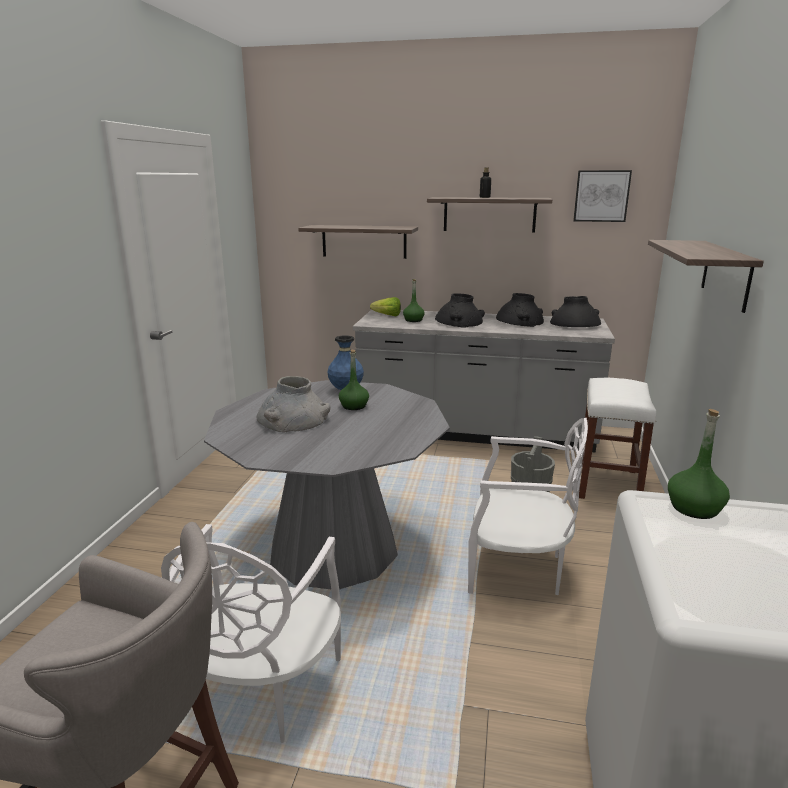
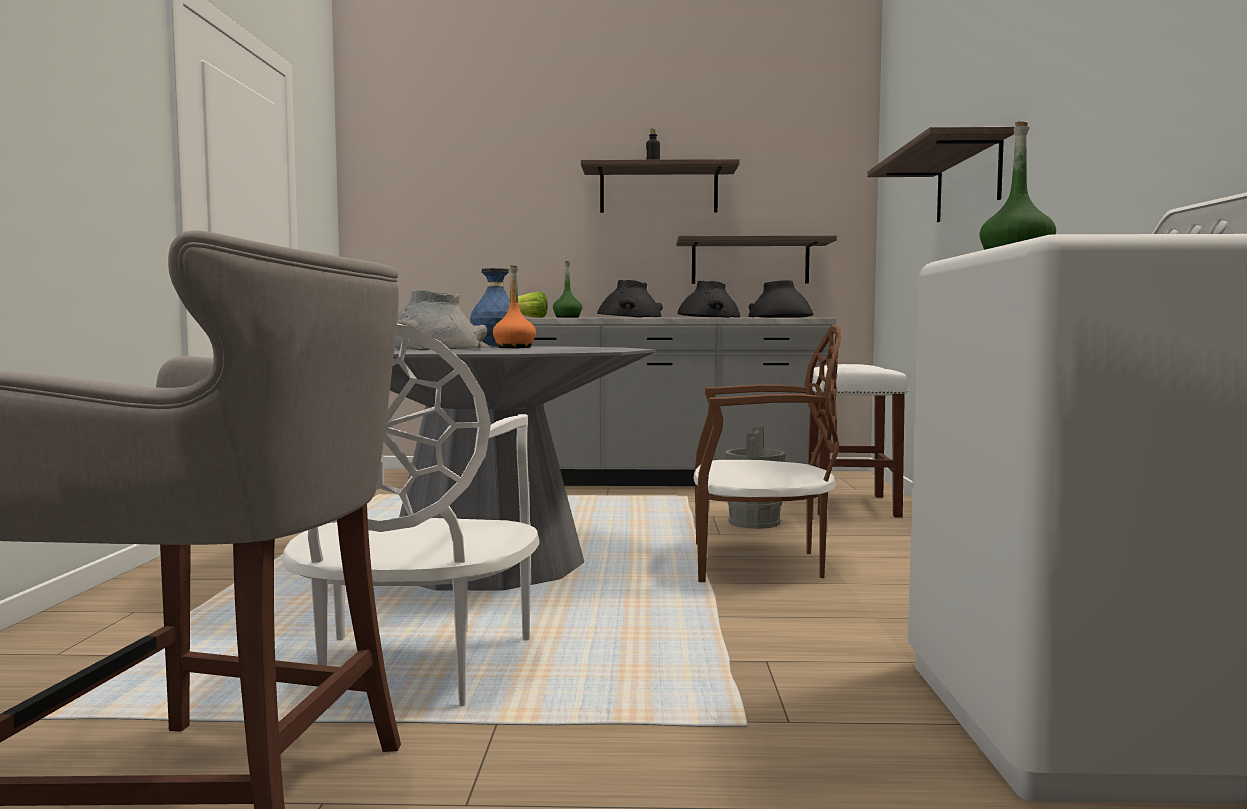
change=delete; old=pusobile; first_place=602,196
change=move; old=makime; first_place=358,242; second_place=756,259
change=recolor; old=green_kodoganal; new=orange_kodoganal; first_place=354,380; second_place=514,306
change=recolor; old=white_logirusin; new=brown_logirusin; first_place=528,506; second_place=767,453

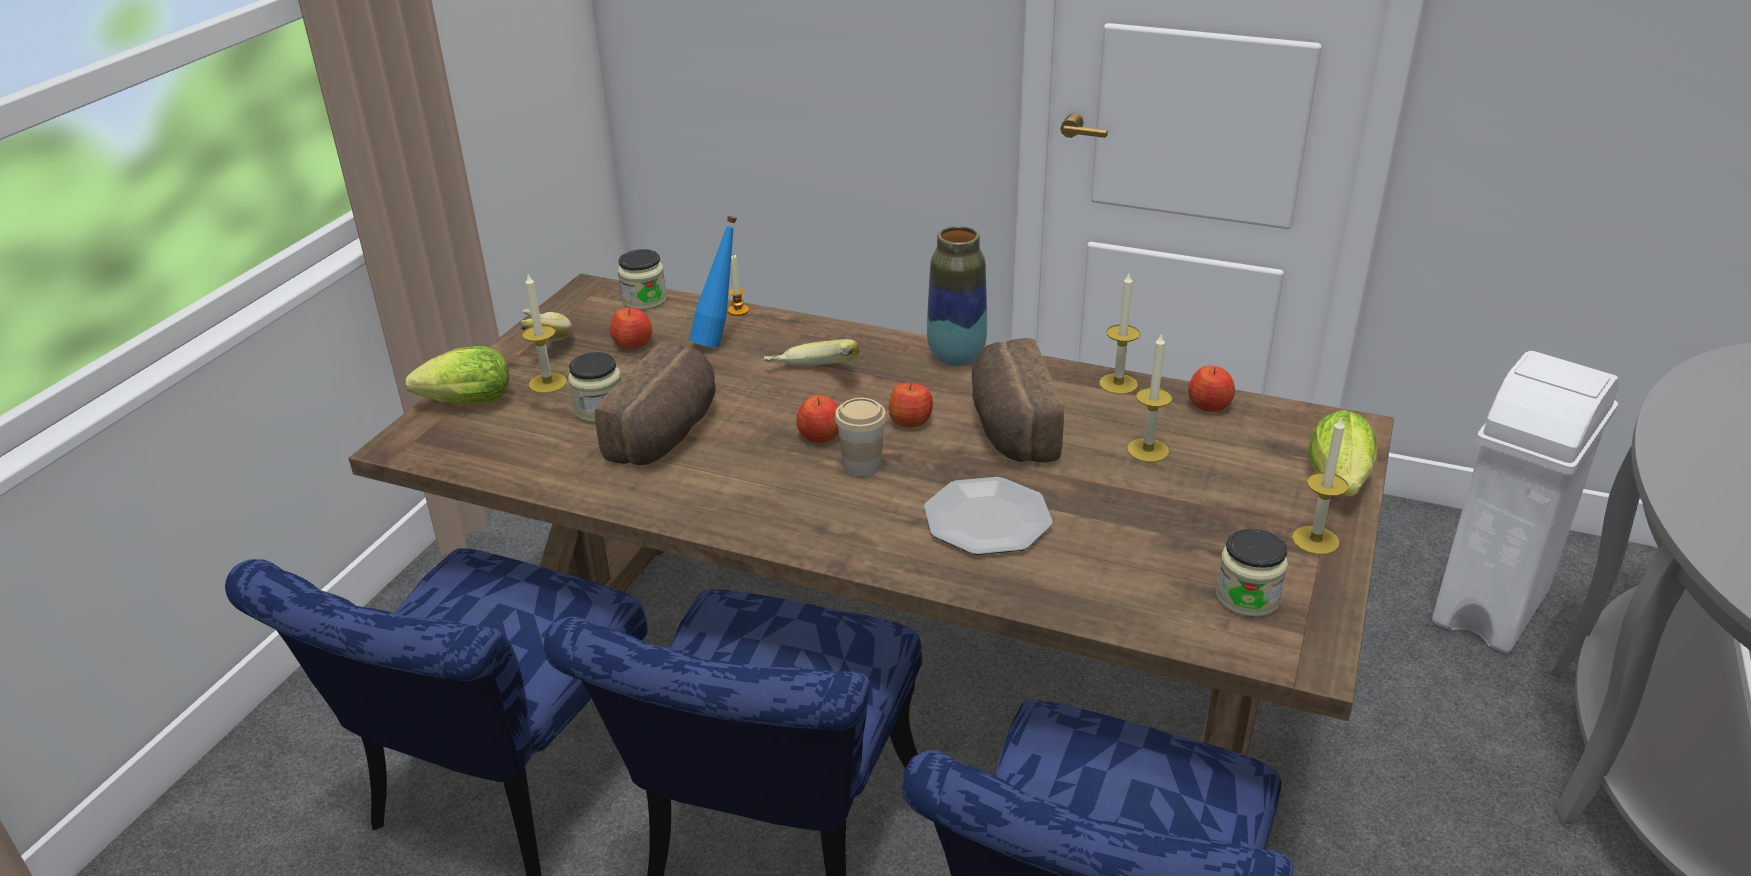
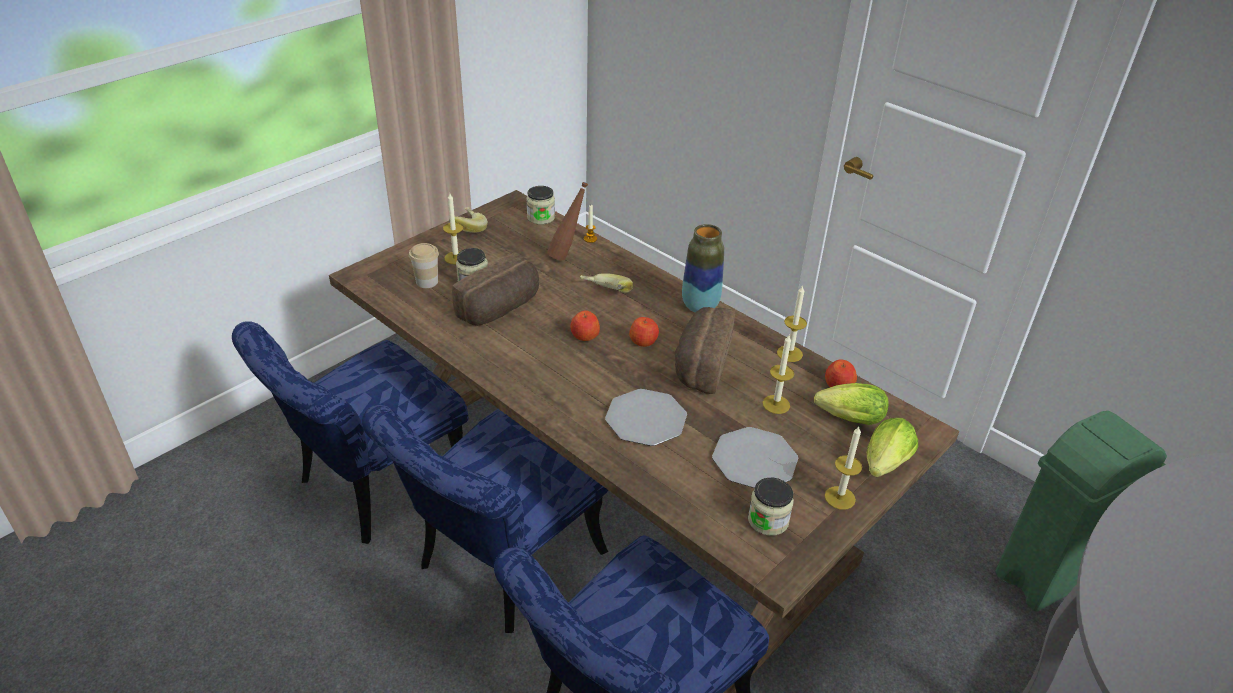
change=recolor; old=blue_kodoganal; new=brown_kodoganal; first_place=713,281; second_place=567,221
change=delete; old=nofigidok; first_place=631,328
change=move; old=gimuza; first_place=457,375; second_place=851,404
change=recolor; old=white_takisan; new=green_takisan; first_place=1525,502; second_place=1081,511
change=move; old=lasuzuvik; first_place=861,437; second_place=424,265
change=insert; new=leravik; second_place=755,457

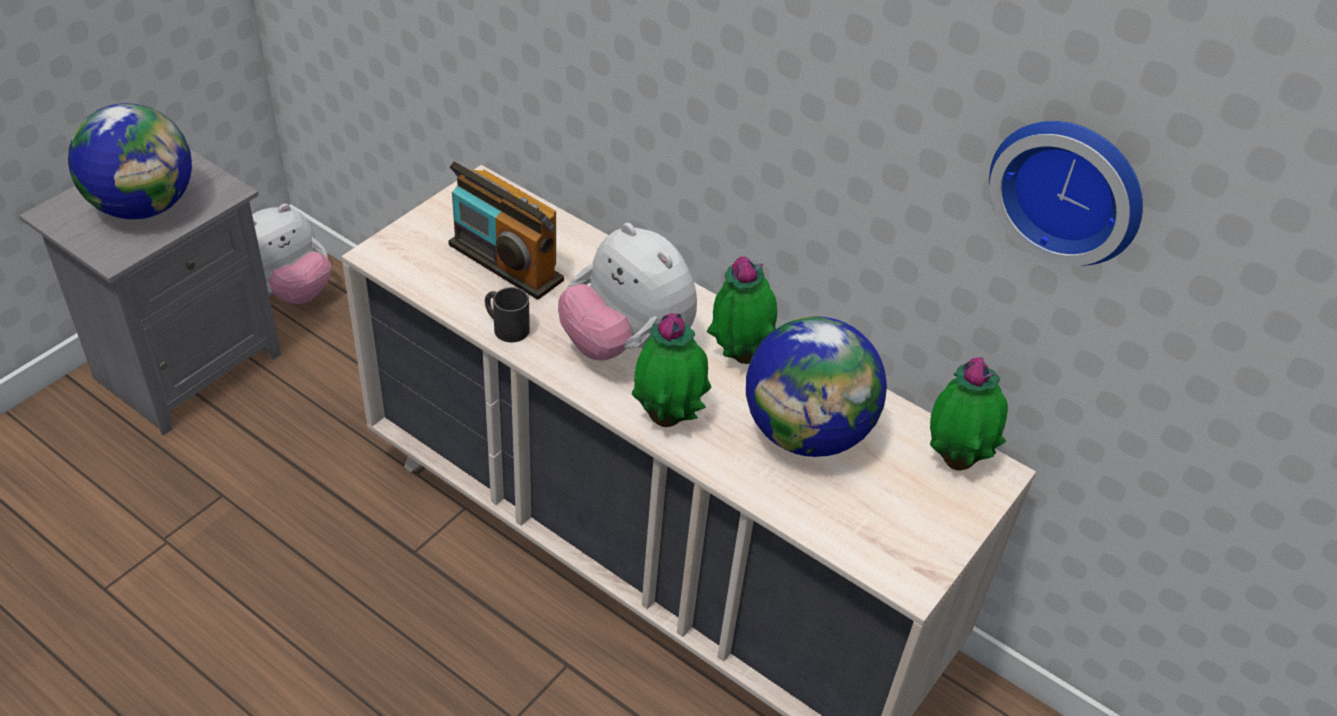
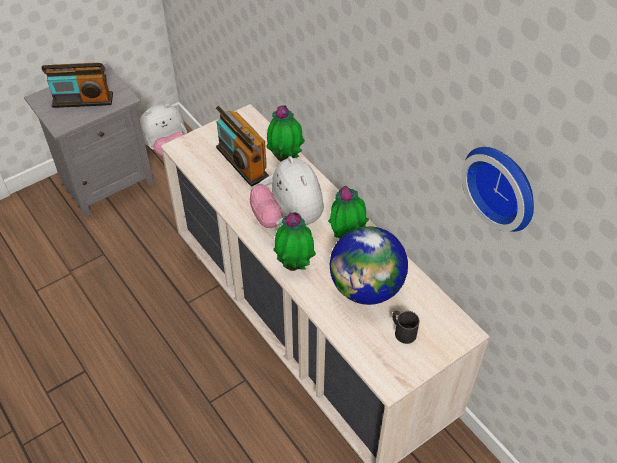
change=replace; old=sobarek; new=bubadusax; first_place=130,161; second_place=77,85
change=move; old=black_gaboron; first_place=507,315; second_place=406,327
change=move; old=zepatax; first_place=969,414; second_place=285,133

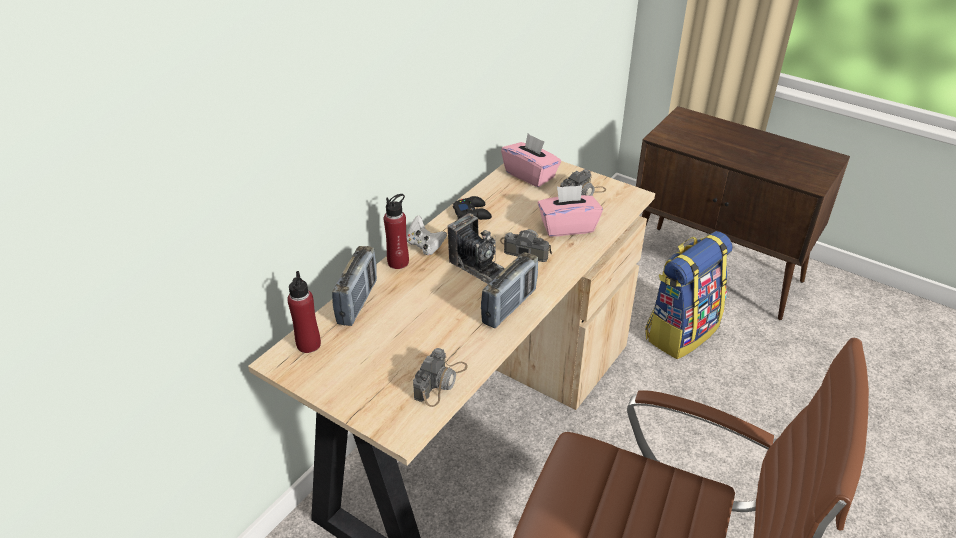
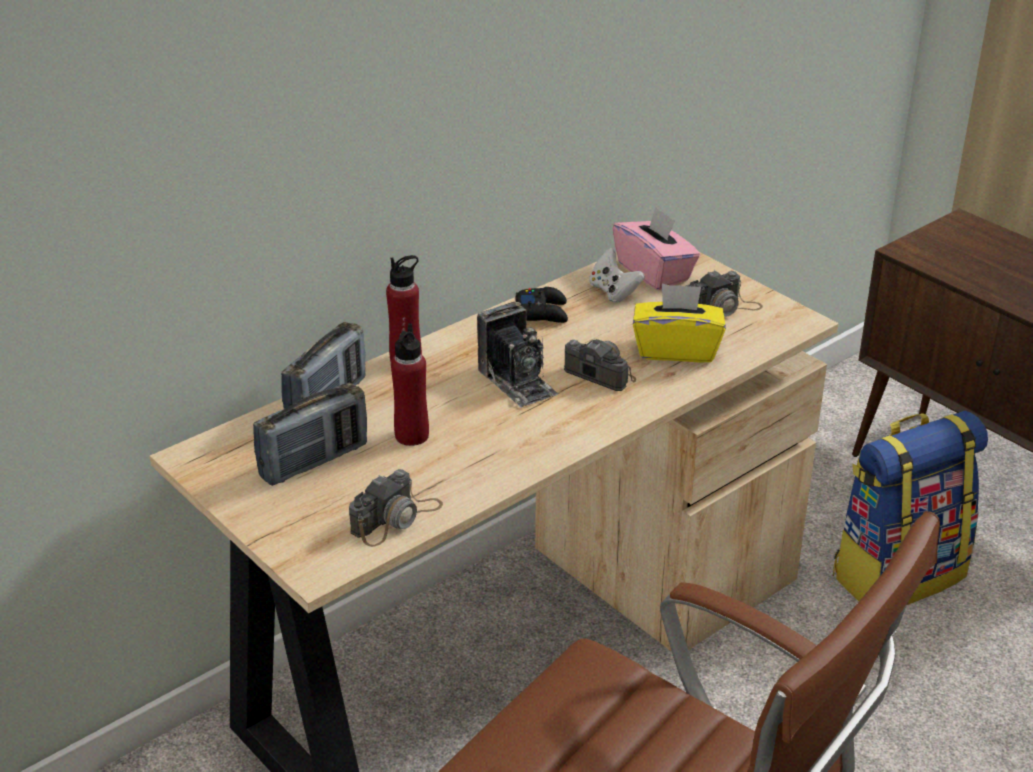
change=recolor; old=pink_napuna; new=yellow_napuna; first_place=570,211; second_place=679,323
change=move; old=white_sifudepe; first_place=427,235; second_place=616,275
change=move; old=bubadusax; first_place=509,290; second_place=310,434
change=move; old=red_kodoganal; first_place=304,312; second_place=410,384

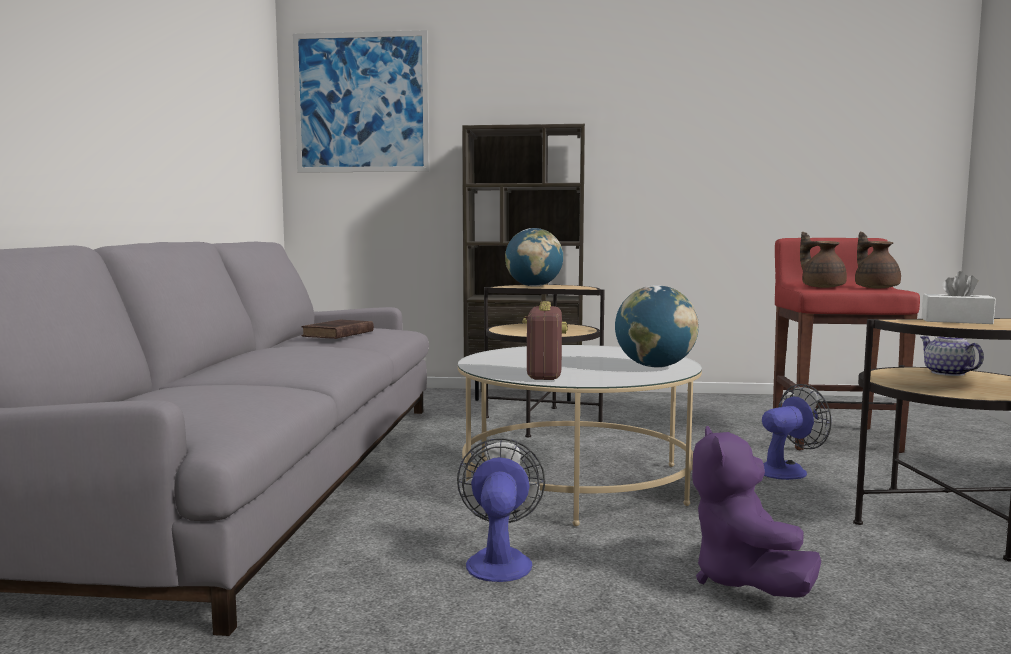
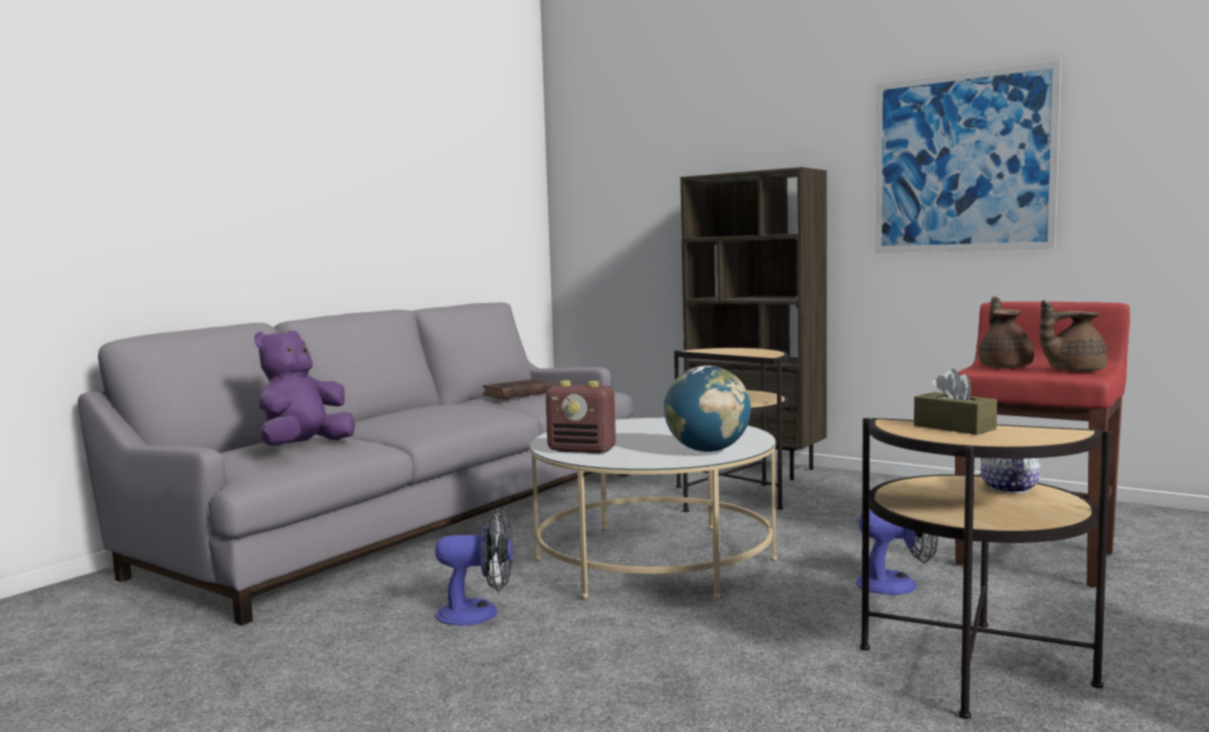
change=move; old=pusobile; first_place=361,101; second_place=968,156
change=delete; old=sobarek; first_place=534,257
change=rotate; old=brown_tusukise; first_place=878,260; second_place=1074,336; degrees=-120
change=recolor; old=white_napuna; new=brown_napuna; first_place=959,297; second_place=955,402
change=rotate; old=bubadusax; first_place=545,341; second_place=581,417; degrees=75
change=move; old=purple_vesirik; first_place=756,512; second_place=304,388
change=rotate; old=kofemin; first_place=501,510; second_place=474,567; degrees=60

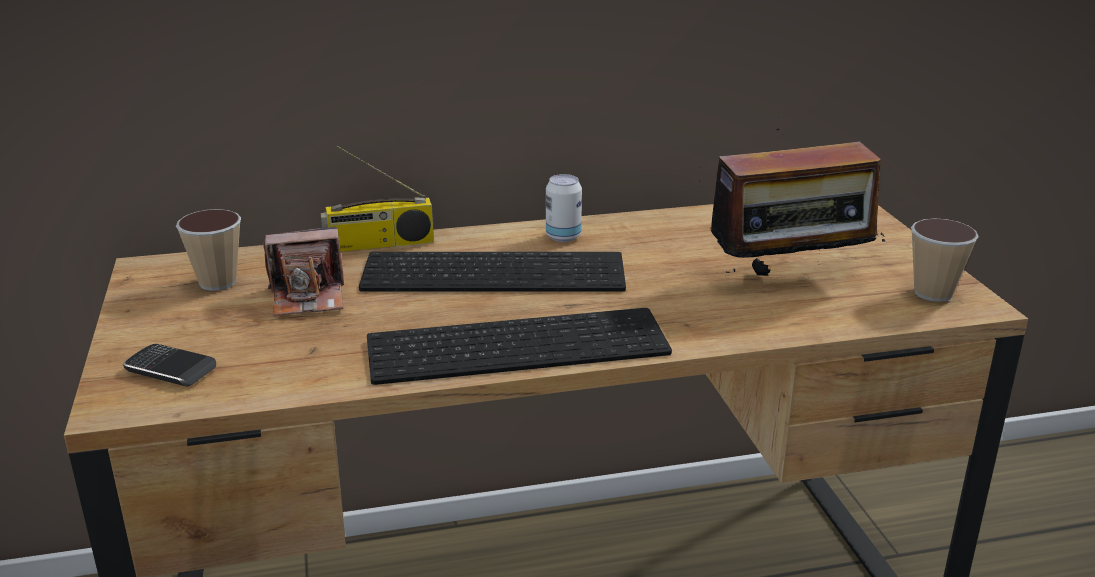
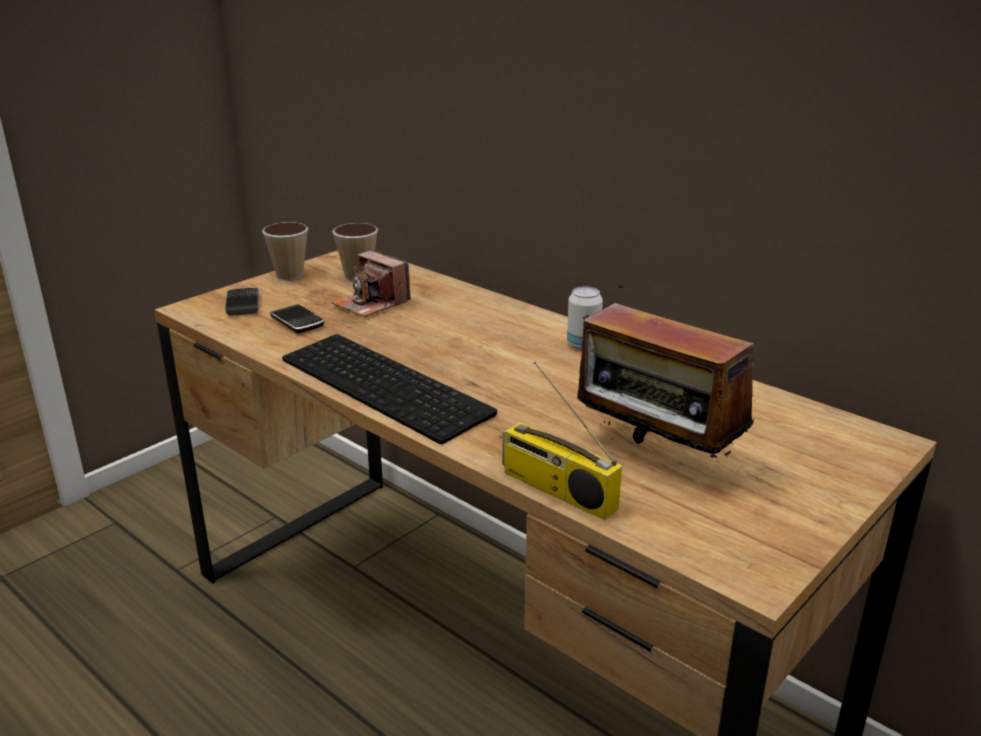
change=move; old=bubadusax; first_place=377,198; second_place=562,441
change=move; old=lasuzuvik; first_place=945,260; second_place=285,251
change=delete; old=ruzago; first_place=492,271
change=insert; new=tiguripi; second_place=297,319

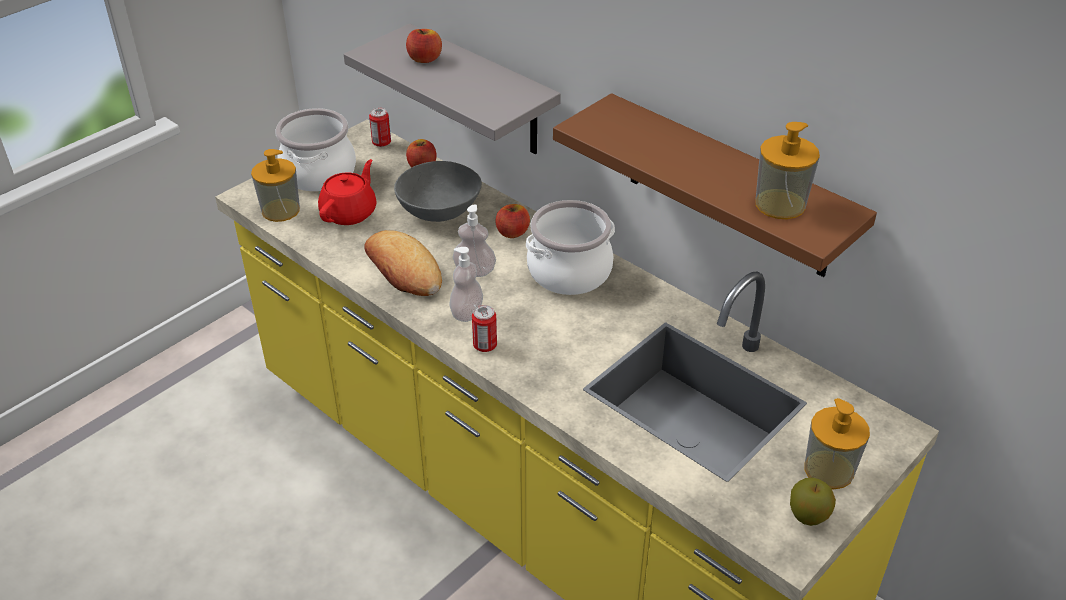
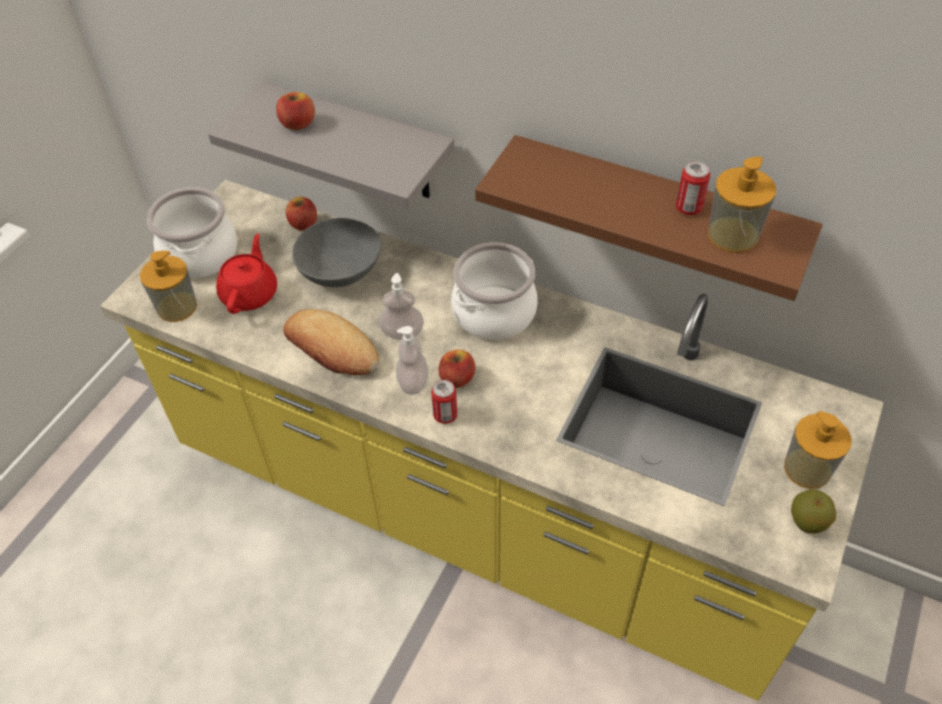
change=move; old=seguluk; first_place=380,127; second_place=693,188
change=move; old=nofigidok; first_place=513,221; second_place=457,369

